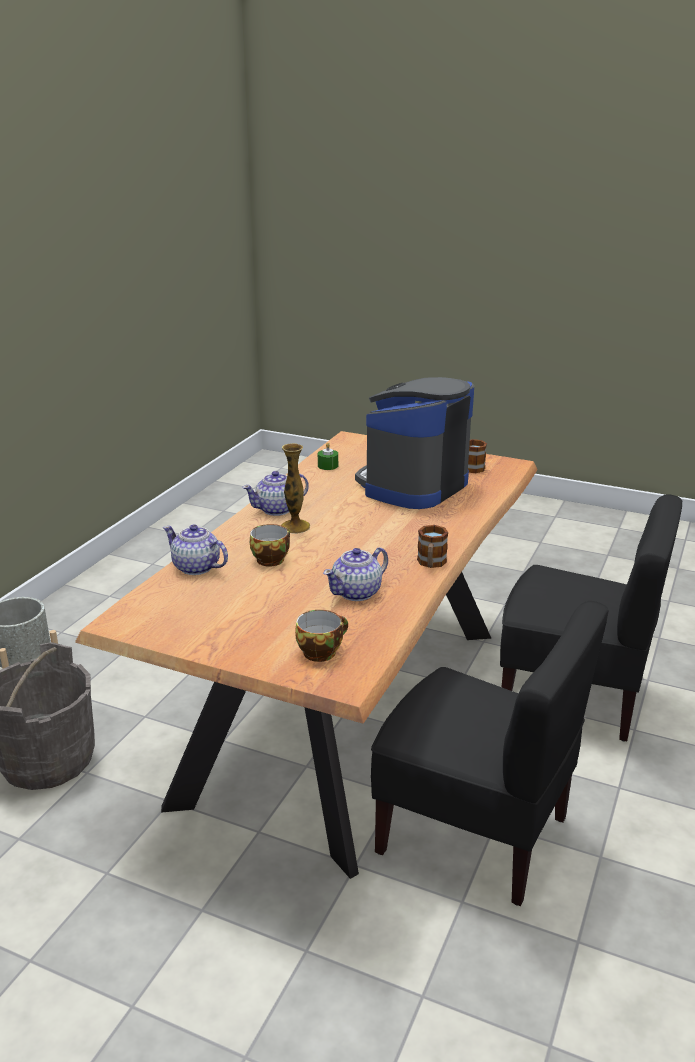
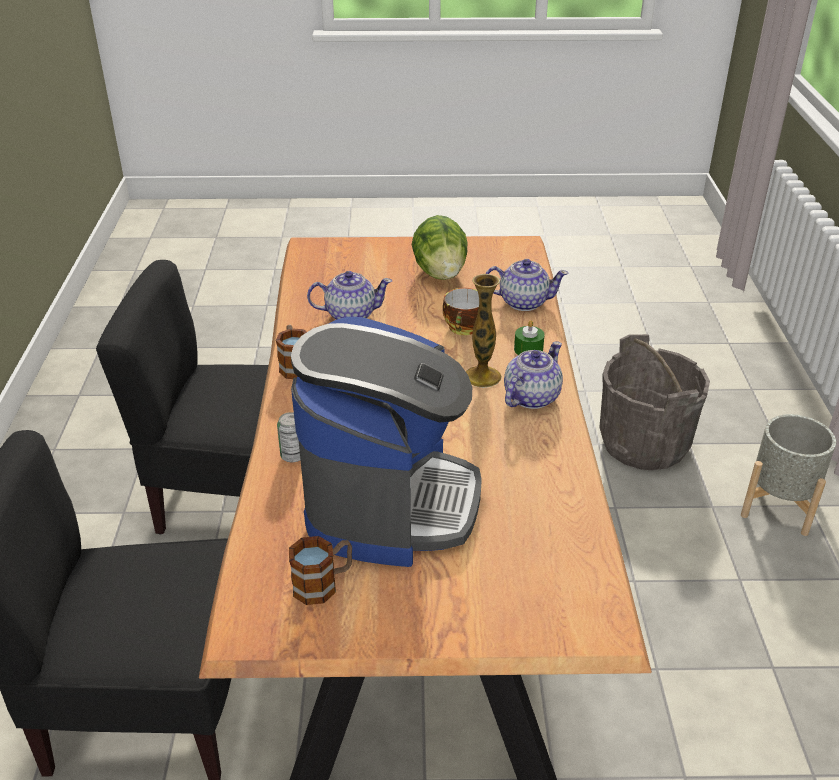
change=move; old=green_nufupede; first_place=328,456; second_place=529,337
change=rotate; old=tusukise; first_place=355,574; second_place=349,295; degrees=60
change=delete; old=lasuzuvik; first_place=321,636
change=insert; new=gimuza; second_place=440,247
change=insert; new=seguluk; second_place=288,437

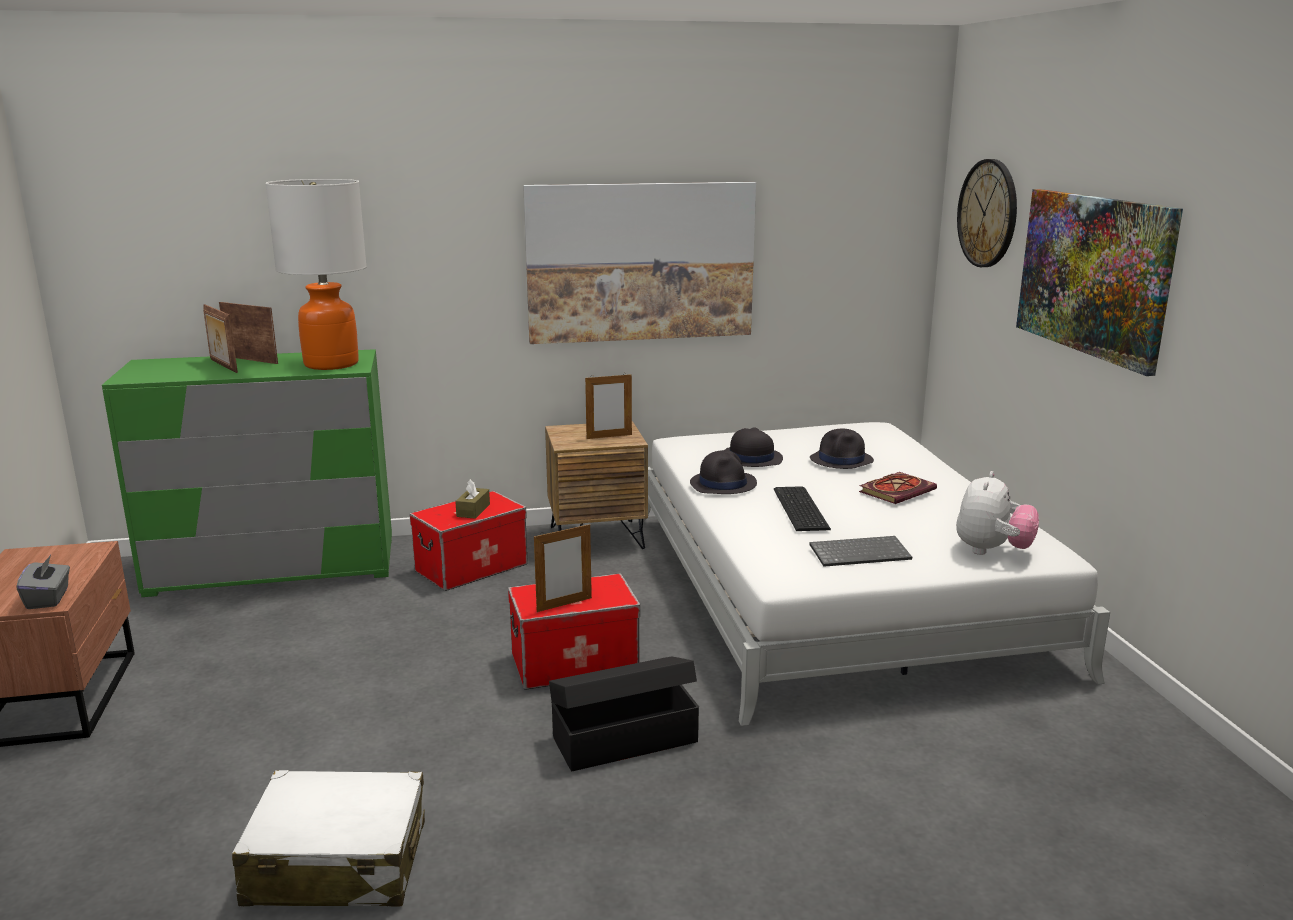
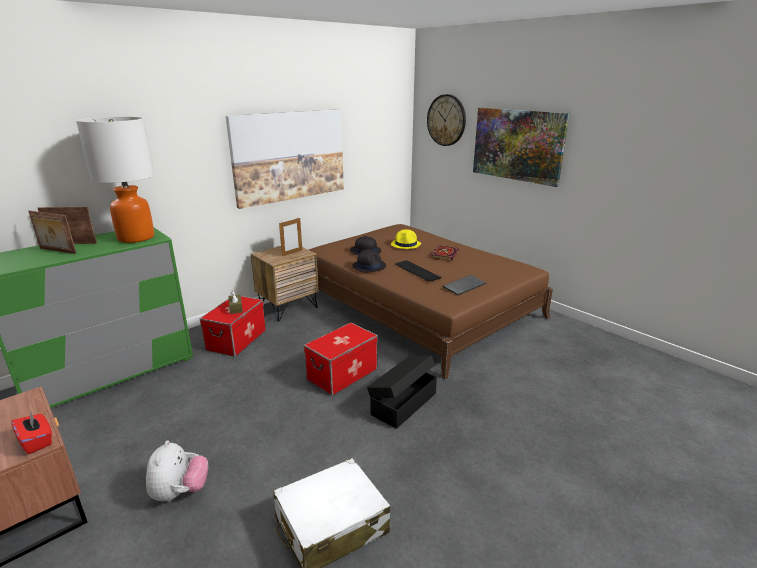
change=recolor; old=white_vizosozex; new=brown_vizosozex; first_place=873,574; second_place=431,302
change=recolor; old=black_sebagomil; new=yellow_sebagomil; first_place=842,449; second_place=406,239
change=move; old=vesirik; first_place=997,513; second_place=177,471
change=delete; old=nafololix; first_place=563,567
change=recolor; old=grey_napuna; new=red_napuna; first_place=43,582; second_place=31,433

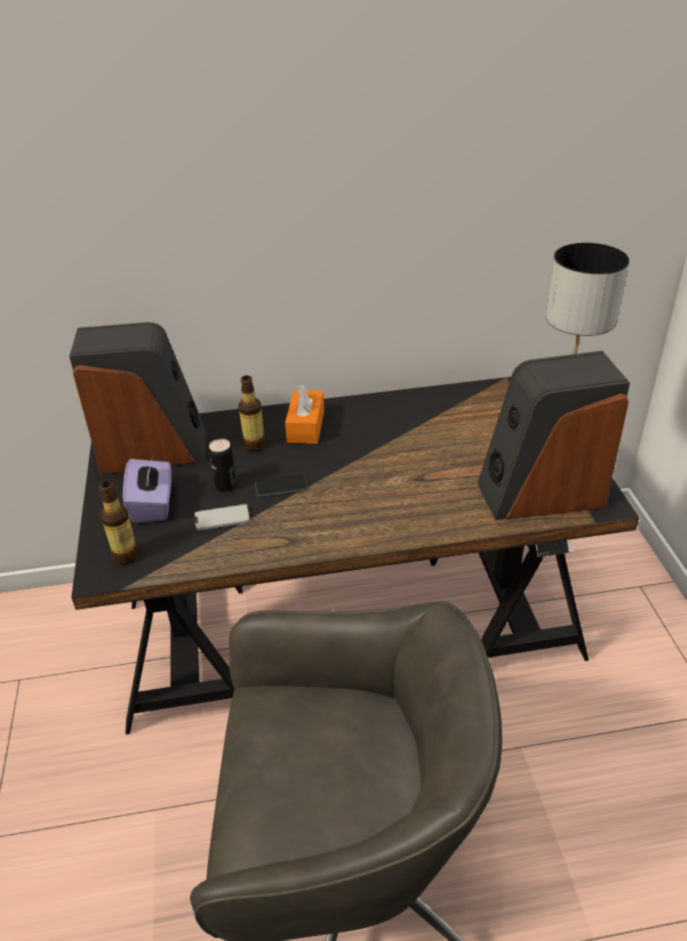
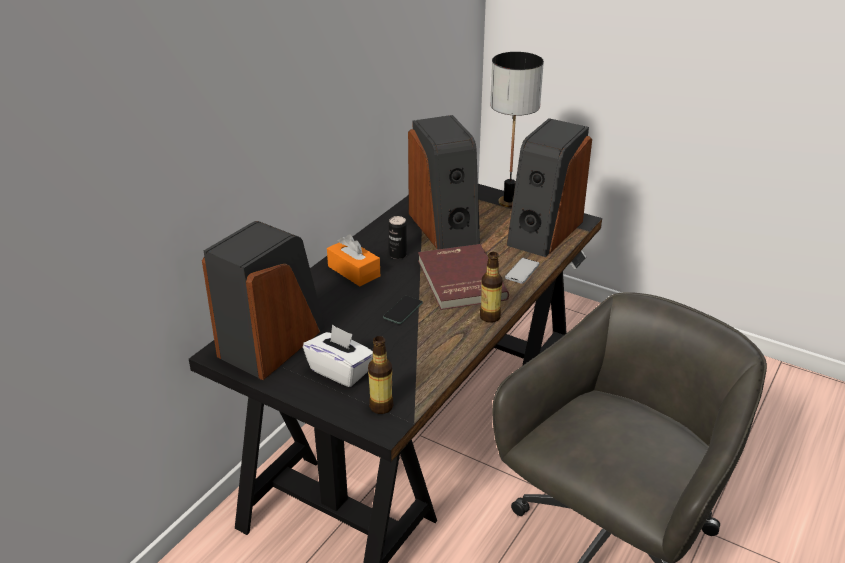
change=move; old=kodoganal; first_place=252,413; second_place=491,287
change=move; old=seguluk; first_place=223,465; second_place=398,237
change=recolor; old=purple_napuna; new=white_napuna; first_place=147,489; second_place=338,355
change=move; old=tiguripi; first_place=222,517; second_place=522,271
change=insert; new=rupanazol; second_place=444,182
change=insert; new=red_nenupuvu; second_place=463,277

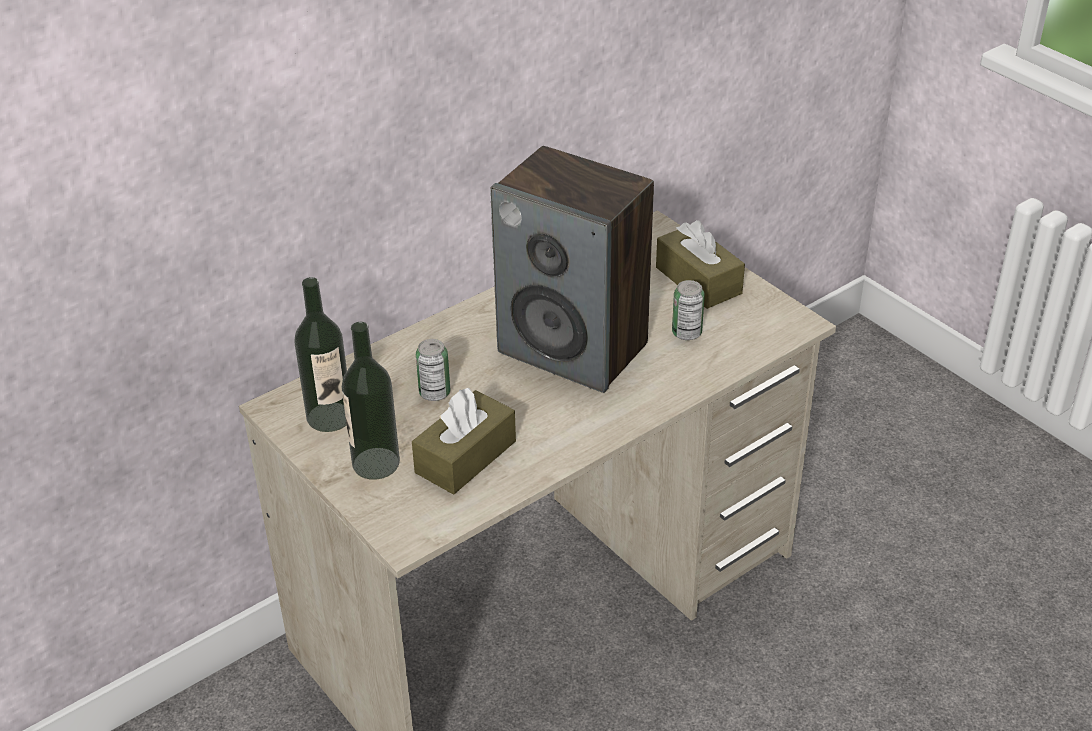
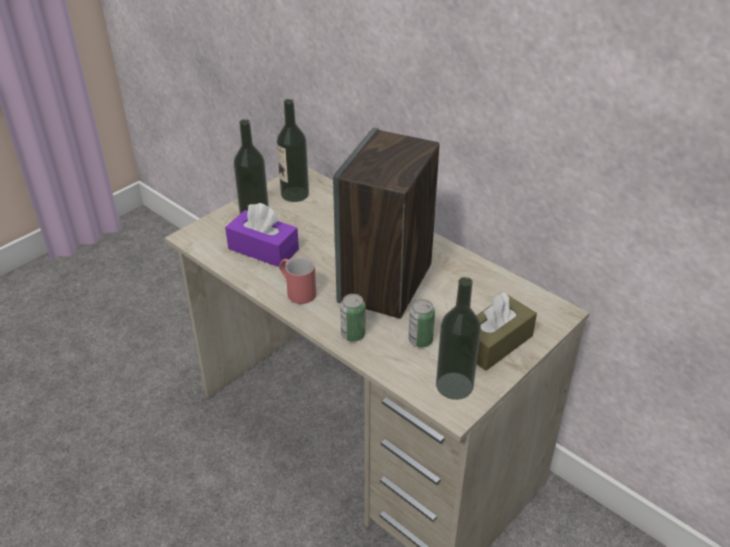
change=move; old=seguluk; first_place=433,370; second_place=352,318
change=recolor; old=brown_napuna; new=purple_napuna; first_place=464,441; second_place=262,235
change=insert; new=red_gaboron; second_place=297,280
change=insert; new=kodoganal; second_place=458,338

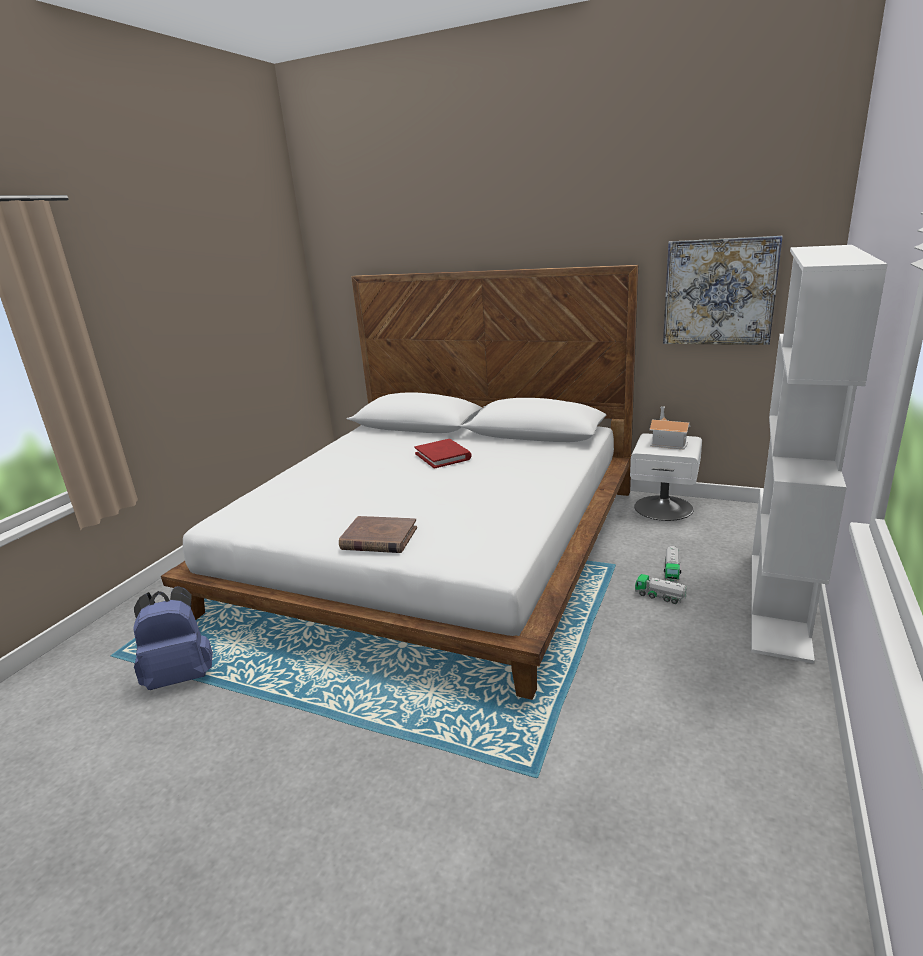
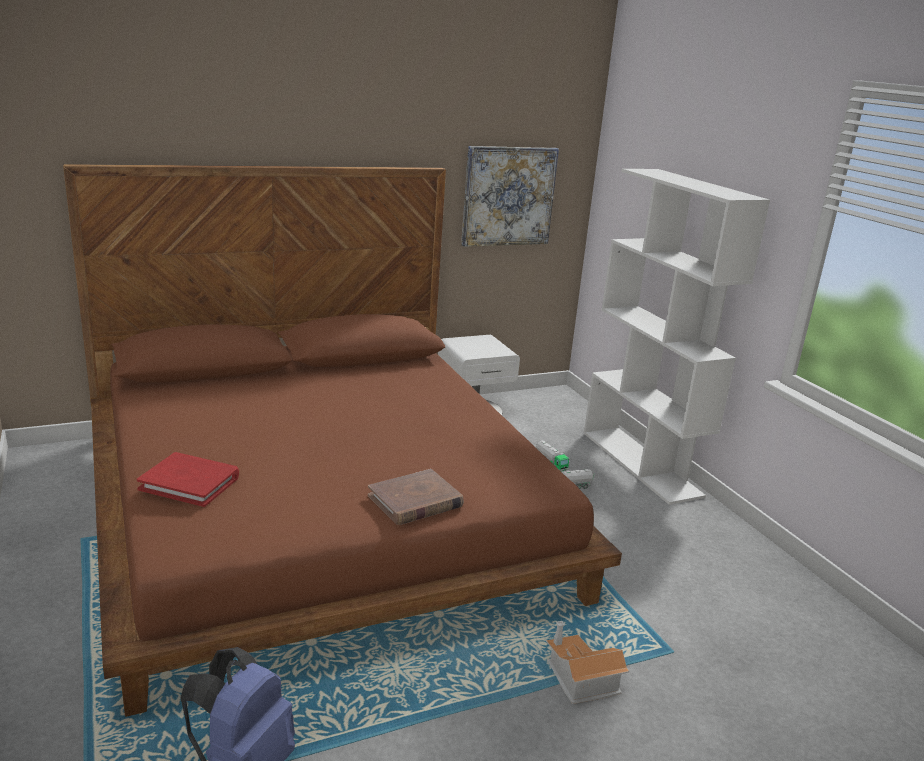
change=recolor; old=white_vizosozex; new=brown_vizosozex; first_place=399,482; second_place=342,440
change=move; old=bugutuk; first_place=669,427; second_place=587,662
change=move; old=red_nenupuvu; first_place=443,454; second_place=188,479

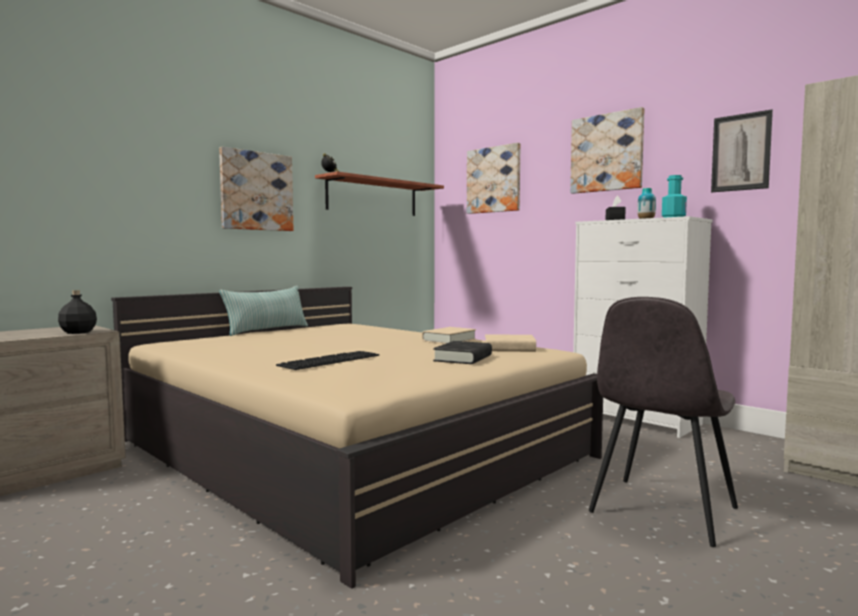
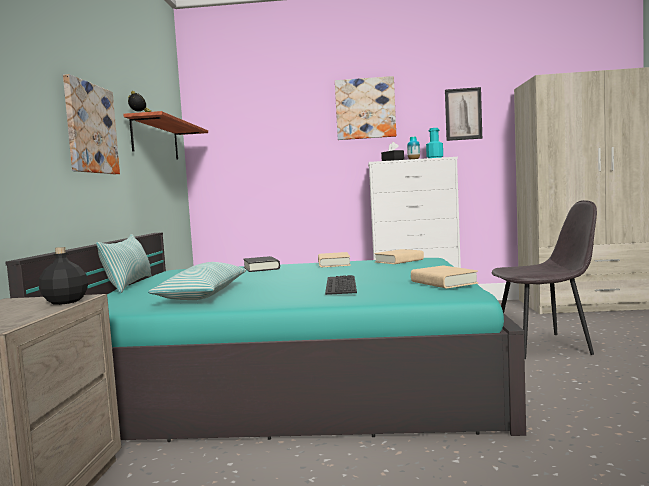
change=delete; old=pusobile; first_place=493,178
change=recolor; old=beige_vizosozex; new=turquoise_vizosozex; first_place=357,438; second_place=265,337
change=rotate; old=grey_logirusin; first_place=663,422; second_place=544,279; degrees=-90
change=move; old=black_nenupuvu; first_place=462,352; second_place=261,264
change=insert; new=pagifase; second_place=197,281
change=insert; new=beige_nenupuvu; second_place=444,277

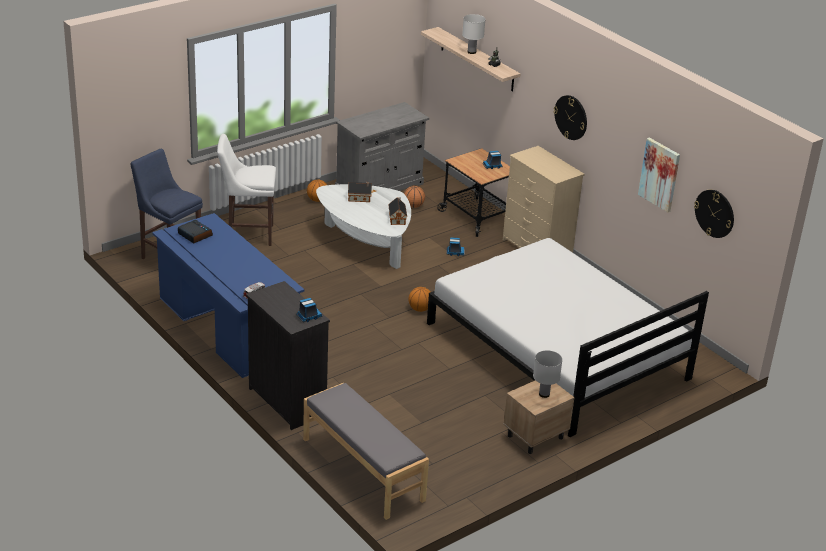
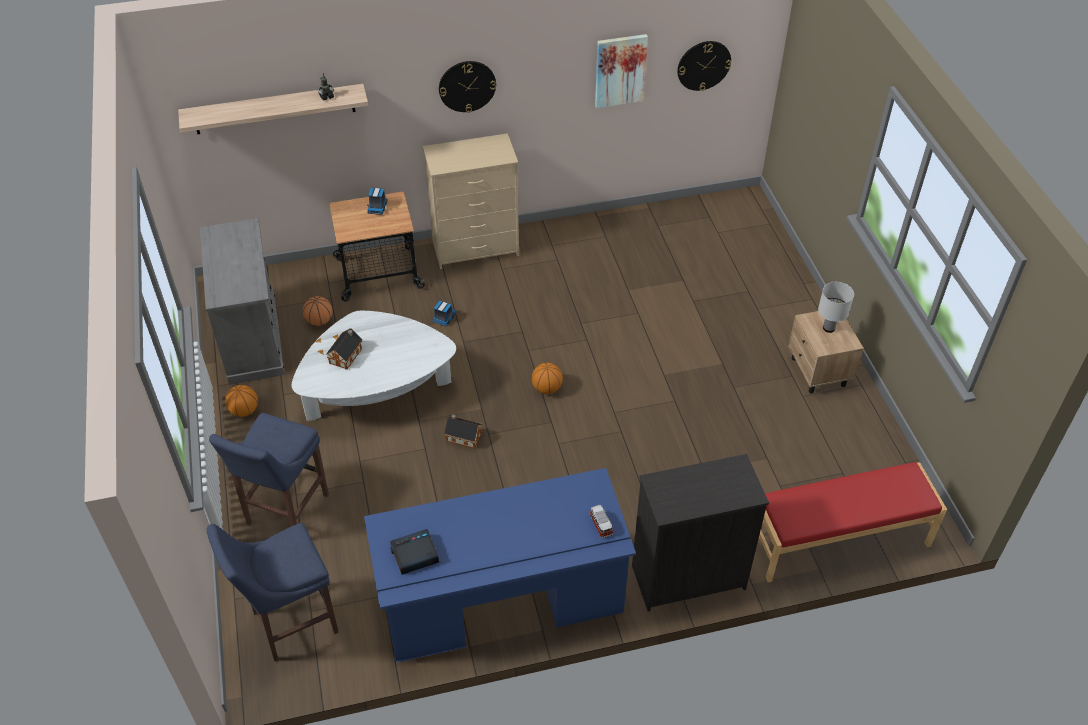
change=delete; old=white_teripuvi; first_place=474,34
change=recolor; old=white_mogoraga; new=blue_mogoraga; first_place=246,190; second_place=269,469
change=move; old=bugutuk; first_place=397,211; second_place=463,431
change=delete; old=white_vizosozex; first_place=568,337
change=delete; old=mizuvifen; first_place=309,310
change=recolor; old=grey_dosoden; new=red_dosoden; first_place=366,451; second_place=853,522

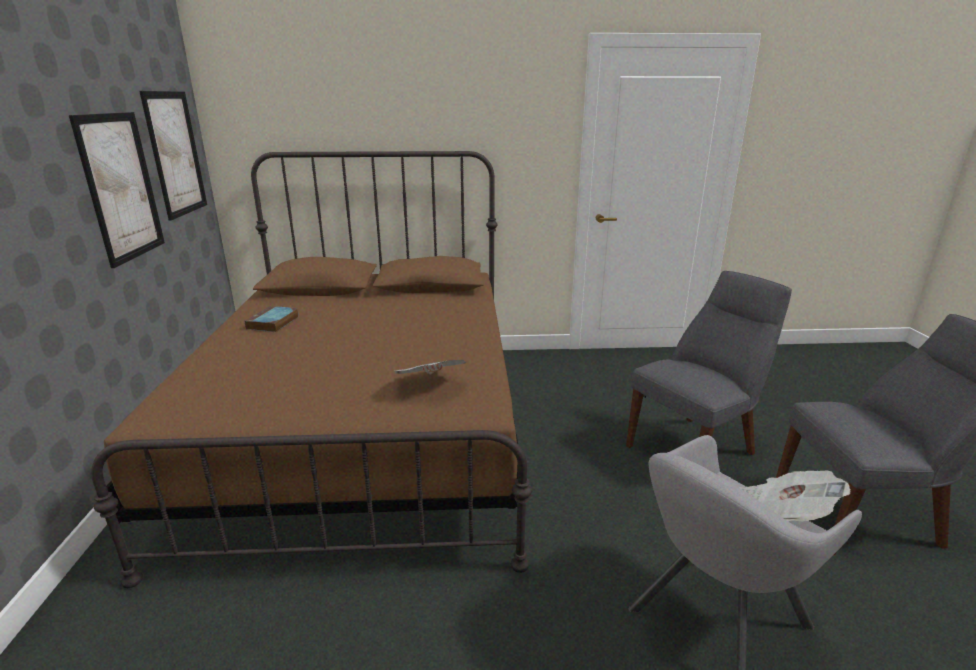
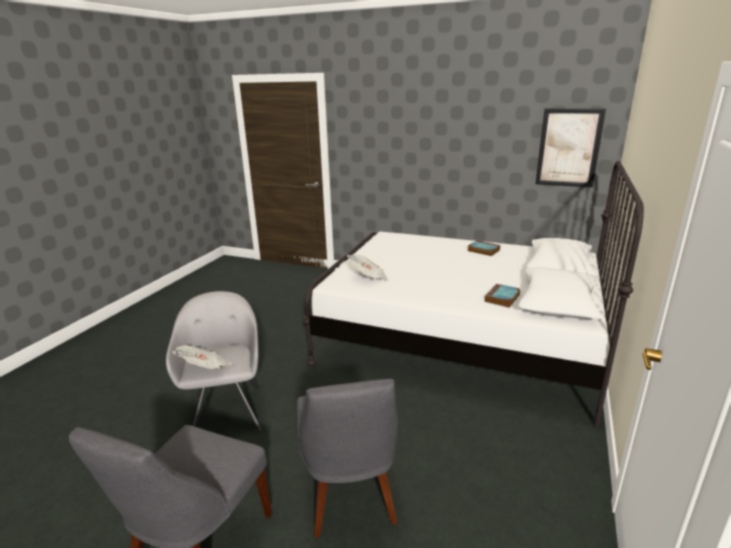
change=delete; old=pusobile; first_place=116,190
change=recolor; old=brown_vizosozex; new=white_vizosozex; first_place=311,369; second_place=473,294
change=insert; new=nenupuvu; second_place=502,296

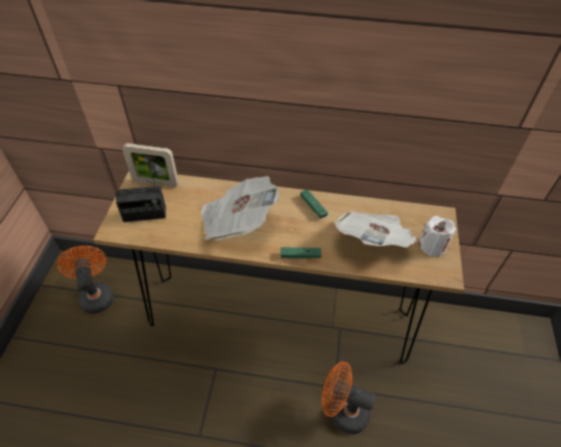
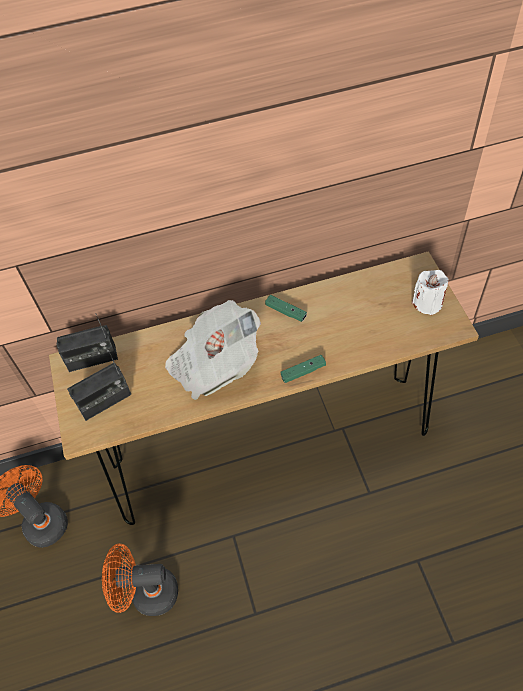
change=replace; old=nafololix; new=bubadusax; first_place=150,165; second_place=87,342
change=delete; old=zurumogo; first_place=376,229
change=move; old=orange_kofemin; first_place=348,398; second_place=140,580

